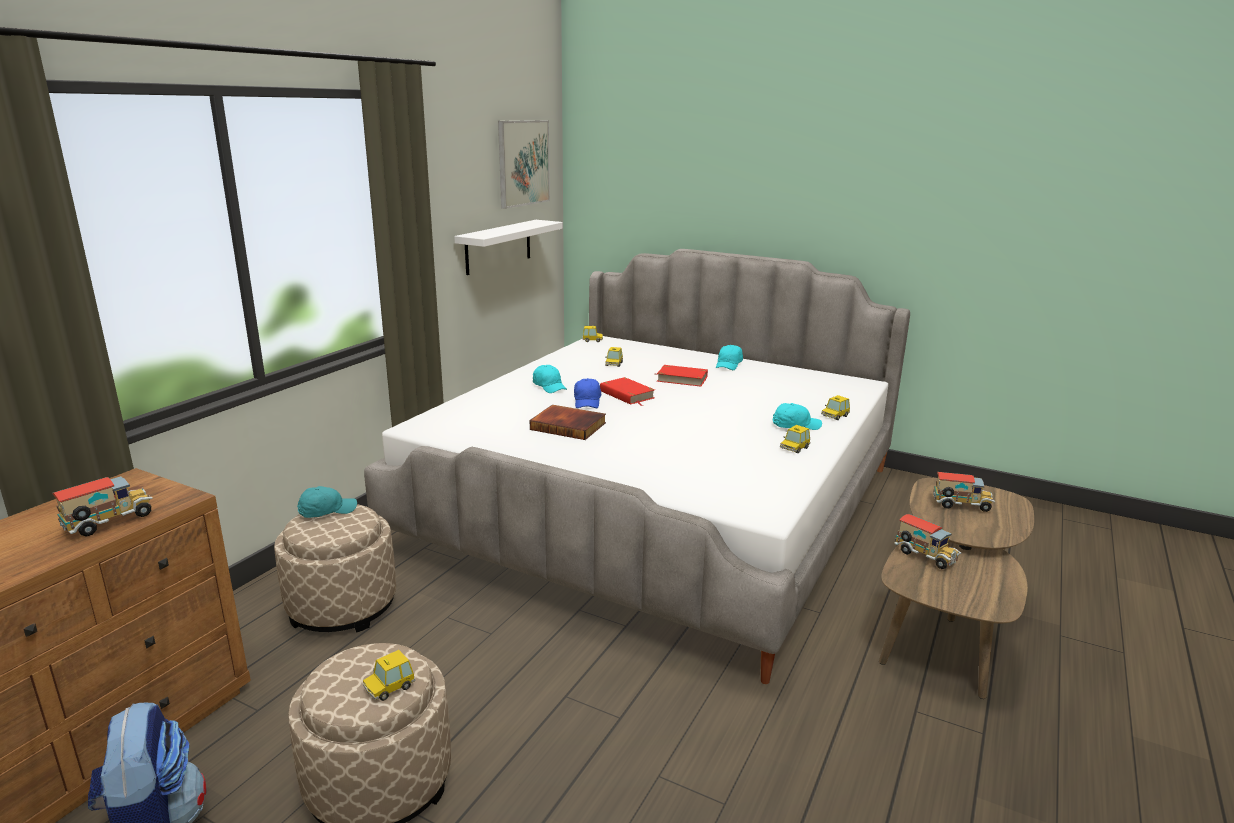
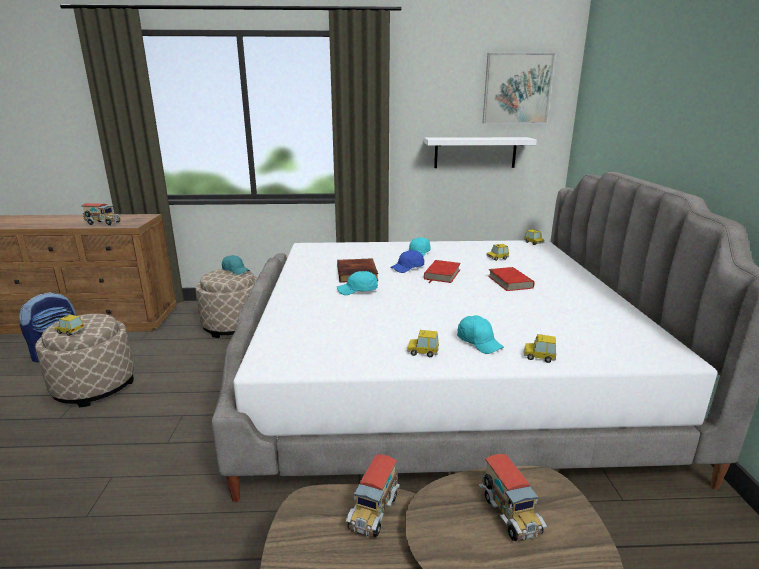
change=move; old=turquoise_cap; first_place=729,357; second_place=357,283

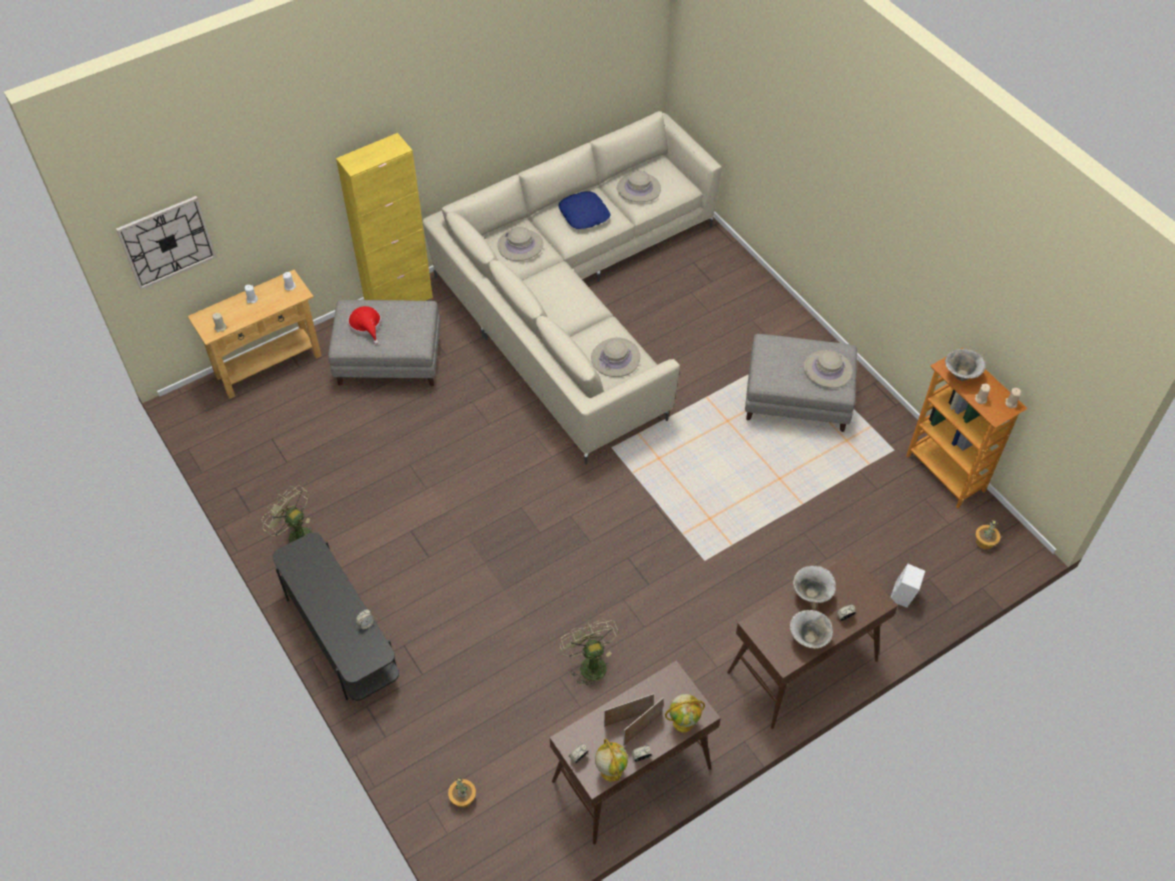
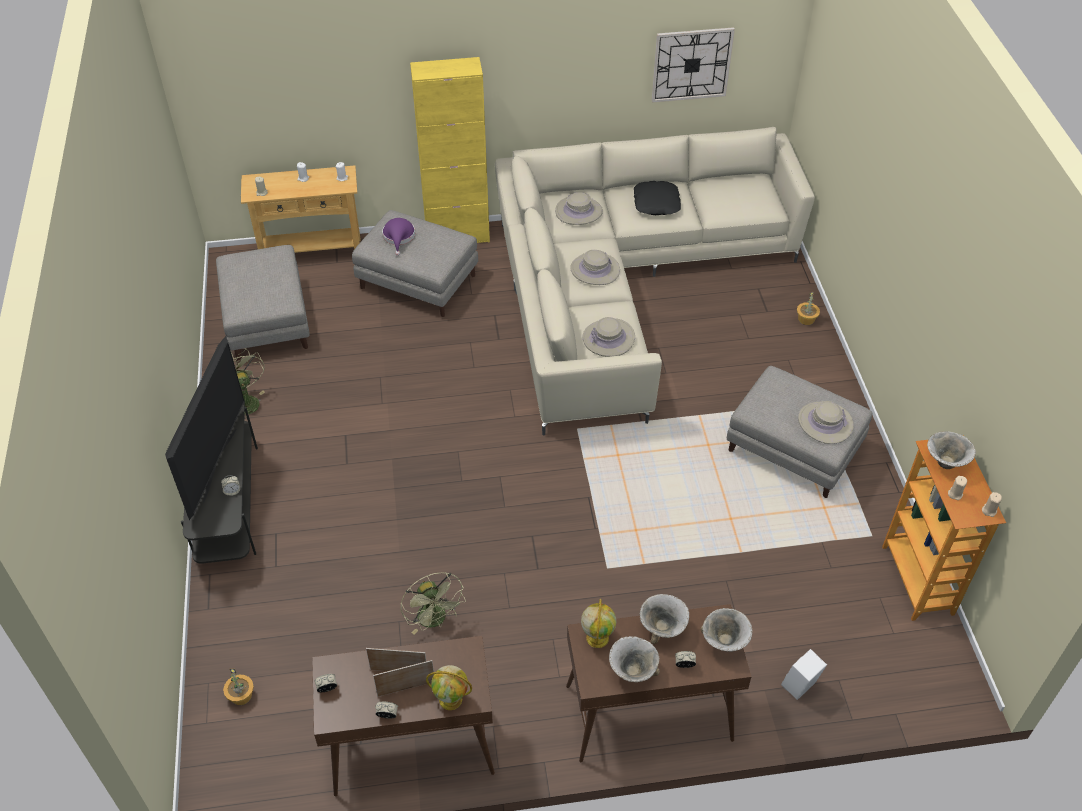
change=insert; new=television; second_place=204,428
change=insert; new=grey_ottoman; second_place=263,303
change=recolor; old=red_hat; new=purple_hat; first_place=364,325; second_place=398,237
change=rotate; old=green_fan; first_place=589,654; second_place=433,603; degrees=150
change=move; old=beige_hat; first_place=639,186; second_place=595,267
change=move; old=globe; first_place=611,760; second_place=598,623
change=recolor; old=blue_pillow; new=black_pillow; first_place=584,210; second_place=657,198
change=move; old=wall_clock; first_place=166,243; second_place=693,65
change=insert; new=bowl; second_place=726,630
change=move; old=potted_plant; first_place=988,534; second_place=808,308

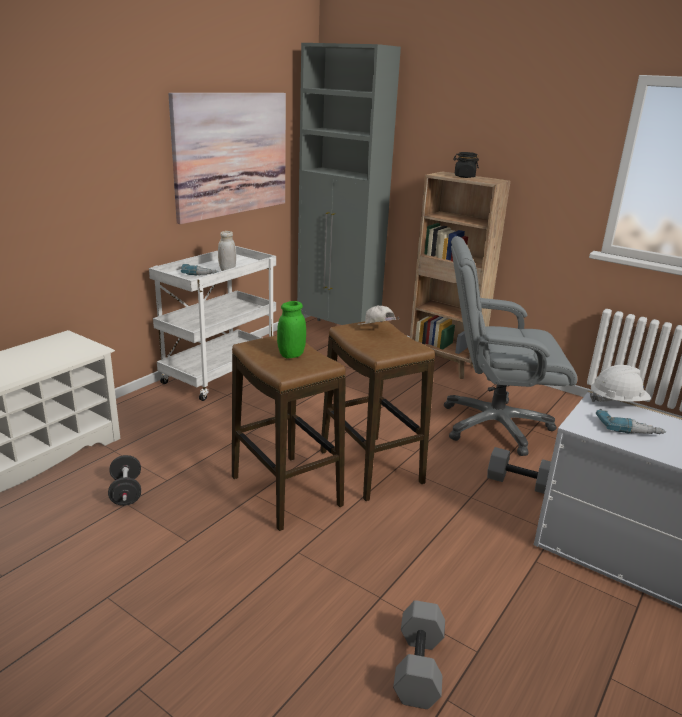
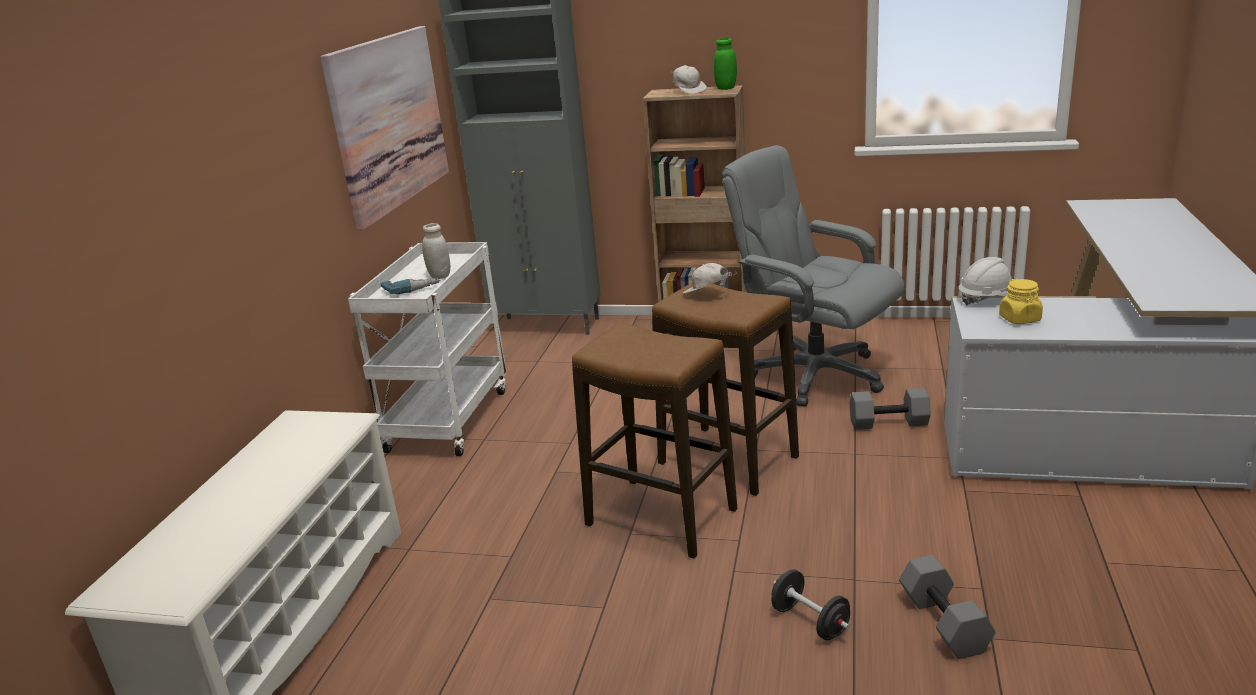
change=replace; old=black_jar; new=white_cap; first_place=466,165; second_place=689,79
change=move; old=green_jar; first_place=291,329; second_place=725,64
change=rotate; old=grey_office_chair; first_place=511,346; second_place=813,276; degrees=60
change=move; old=black_dumbbell; first_place=124,480; second_place=810,604
change=replace; old=power_drill; new=yellow_jar; first_place=631,421; second_place=1021,301

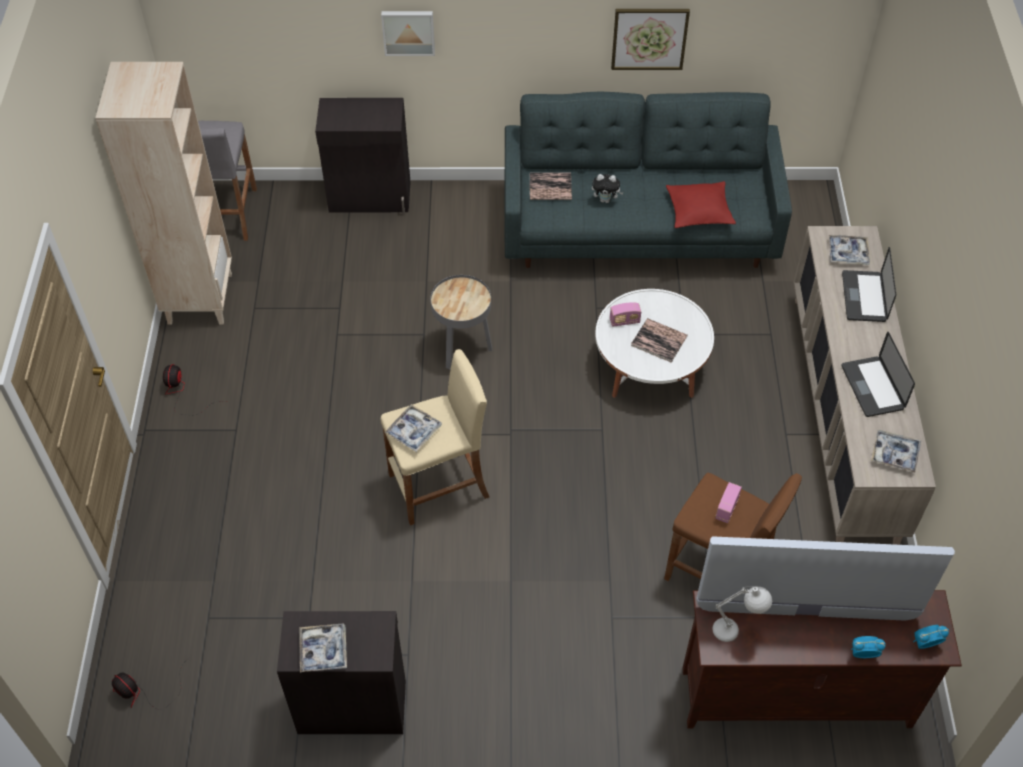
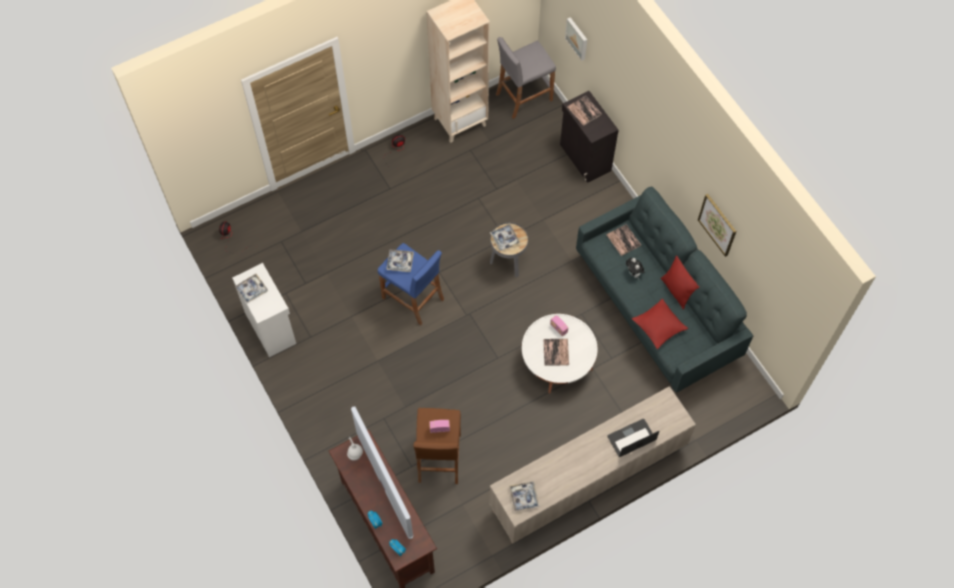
change=recolor; old=black_cabinet; new=white_cabinet; first_place=341,672; second_place=264,310
change=recolor; old=beige_stool; new=blue_stool; first_place=435,437; second_place=411,284
change=move; old=tray; first_place=849,250; second_place=505,237
change=move; old=picture; first_place=408,33; second_place=576,39
change=insert; new=book; second_place=584,111
change=insert; new=red_pillow; second_place=680,282
change=delete; old=laptop; first_place=878,374

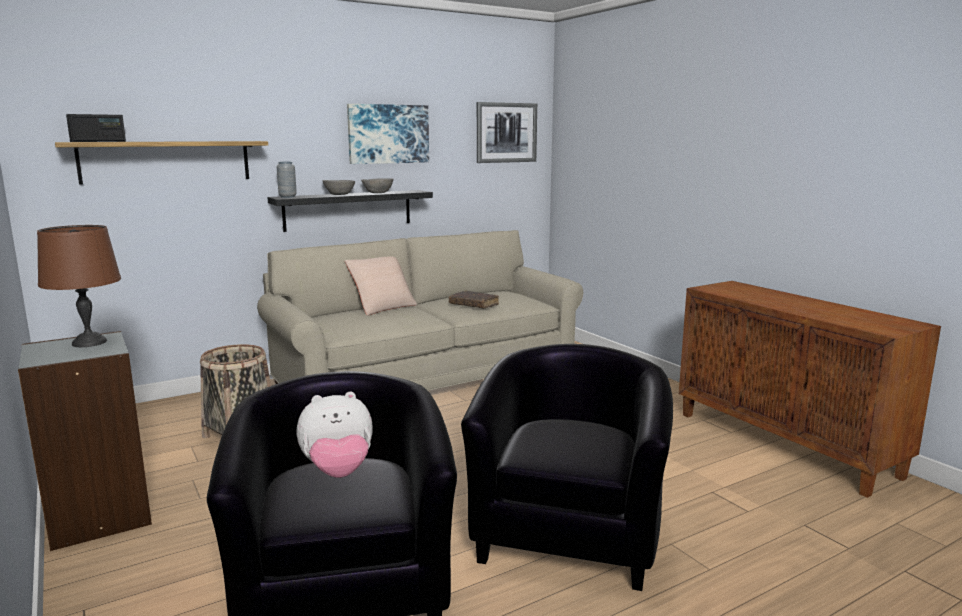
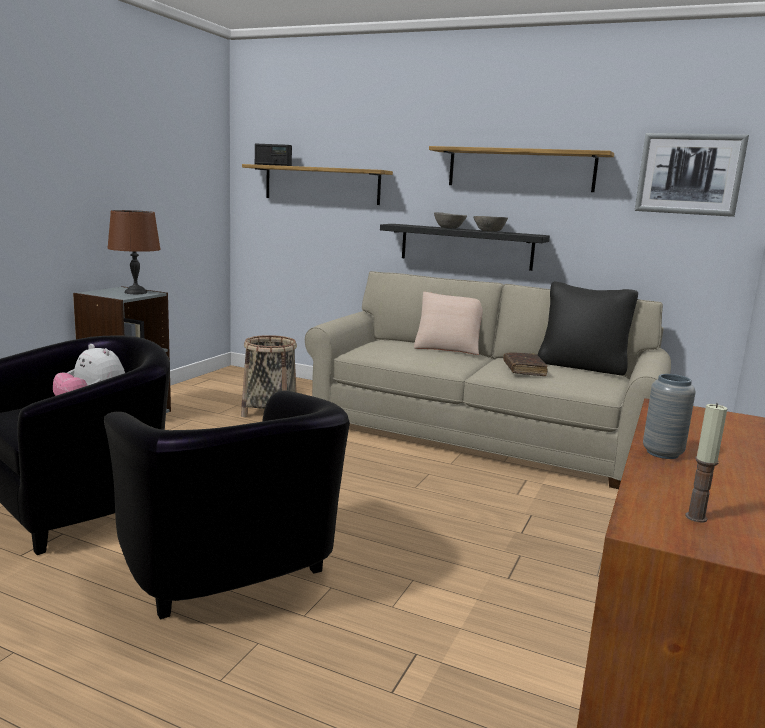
change=rotate; old=black_armchair; first_place=567,467; second_place=227,505; degrees=75
change=replace; old=picture; new=shelf; first_place=388,134; second_place=521,169
change=insert; new=black_pillow; second_place=588,328
change=move; old=grey_vase; first_place=287,180; second_place=669,416
change=insert; new=candle; second_place=706,463

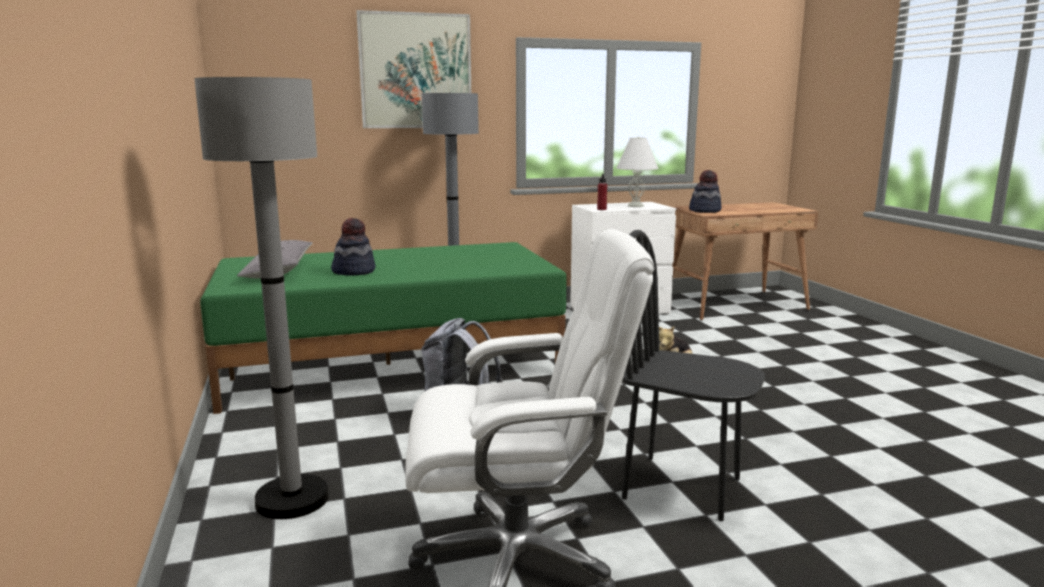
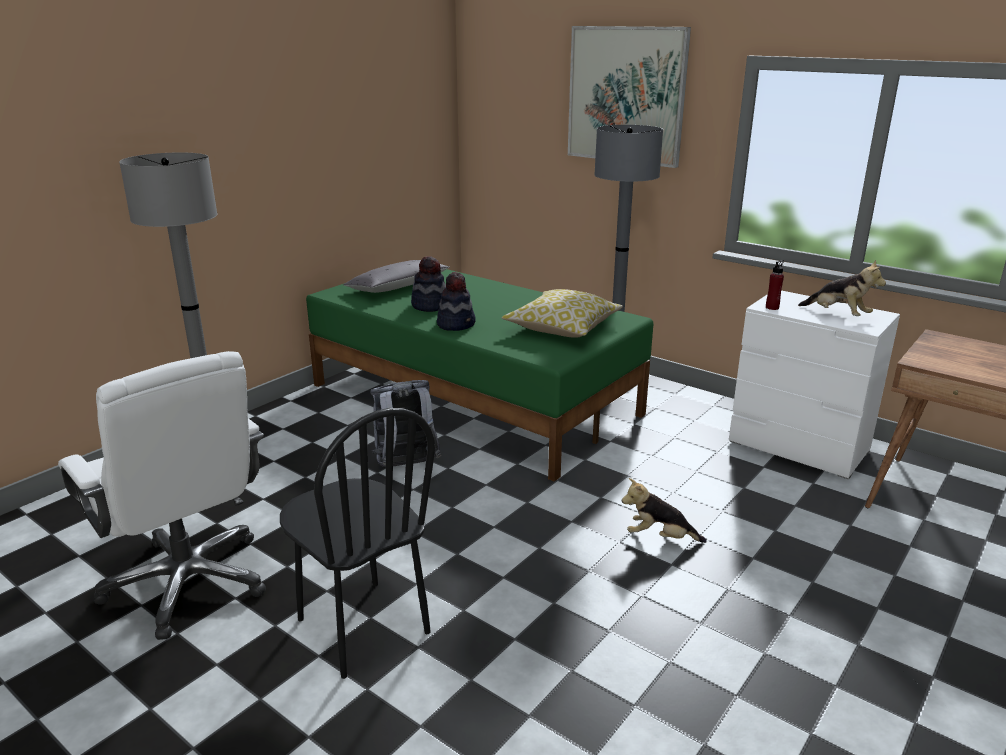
change=rotate; old=black_chair; first_place=693,375; second_place=357,543; degrees=150
change=move; old=hat; first_place=705,191; second_place=456,301
change=insert; new=pillow; second_place=562,313
change=replace; old=white_table_lamp; new=plush_toy; first_place=637,171; second_place=842,288

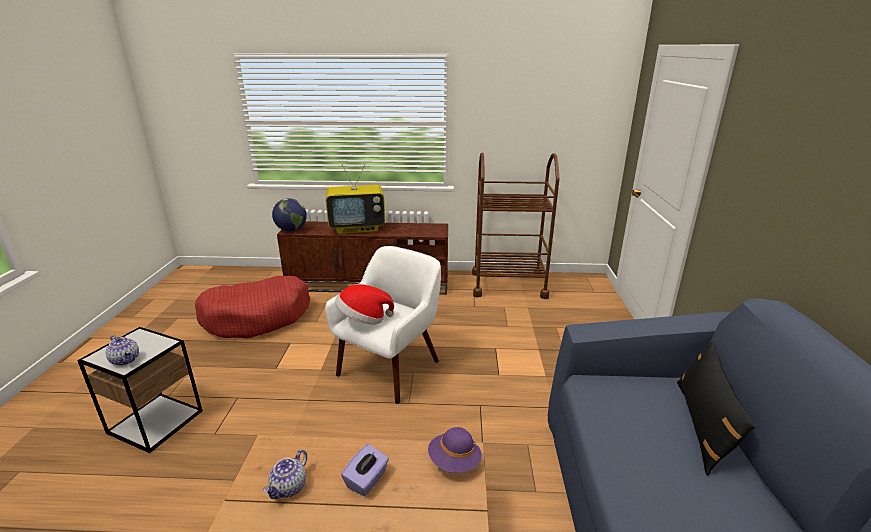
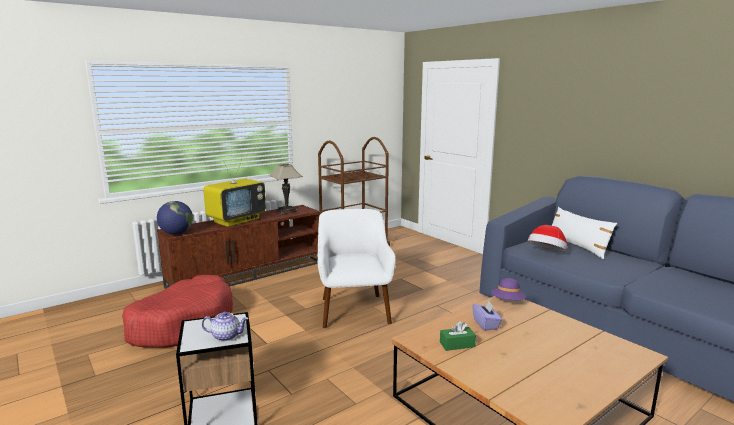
change=insert; new=table_lamp; second_place=286,189
change=replace; old=teapot; new=green_tissue_box; first_place=285,474; second_place=458,336
change=move; old=hat; first_place=364,304; second_place=547,238
change=recolor; old=black_pillow; new=white_pillow; first_place=716,409; second_place=584,233

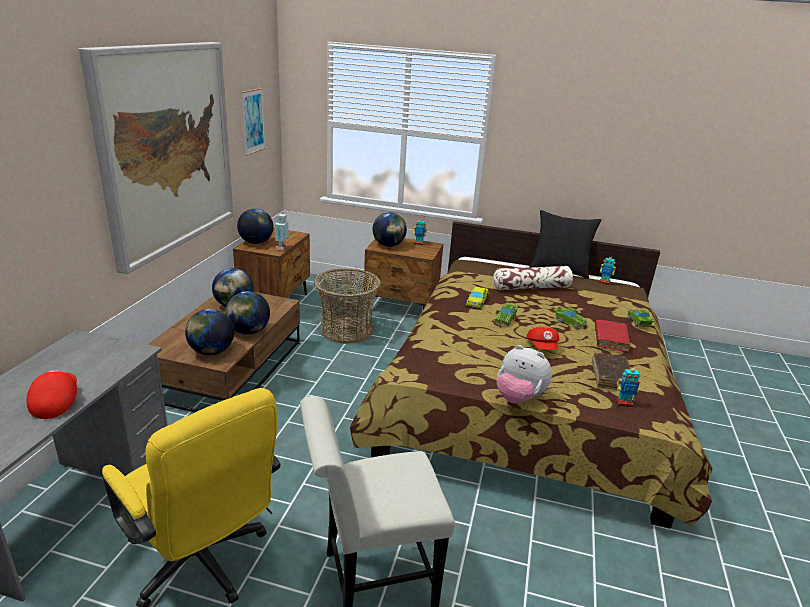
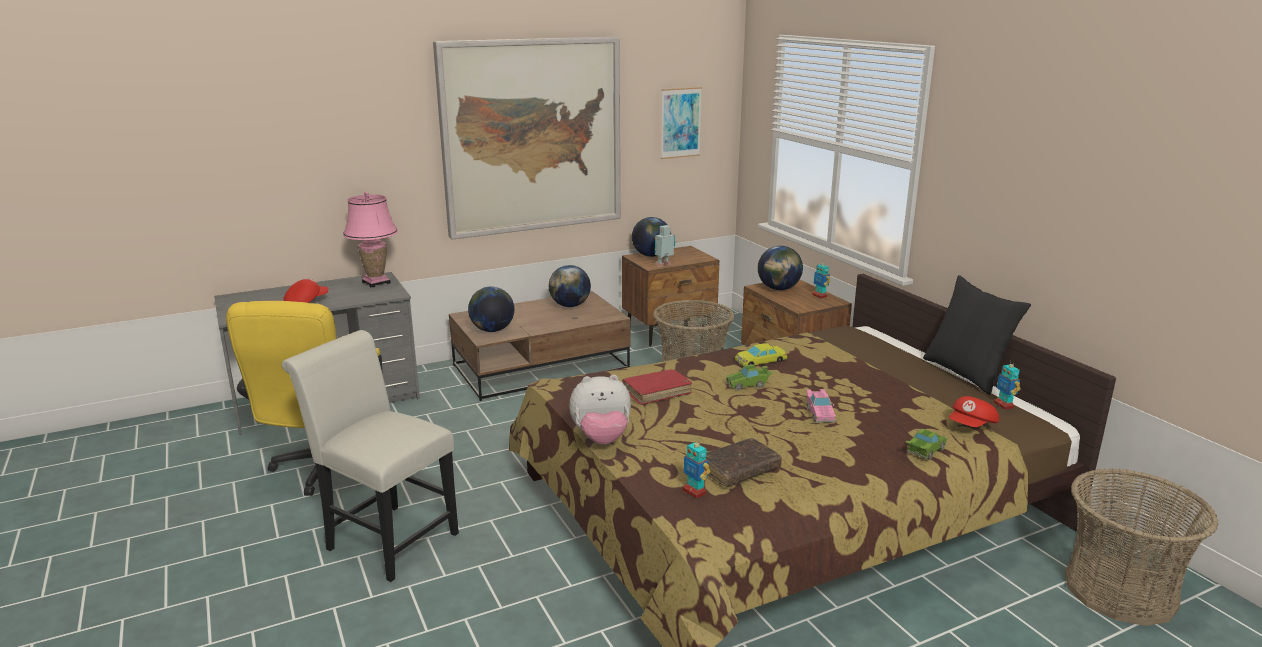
change=insert; new=pink_table_lamp; second_place=370,240
change=rotate; old=plush_toy; first_place=524,374; second_place=600,410; degrees=-90
change=move; old=red_book; first_place=612,336; second_place=657,387
change=recolor; old=green_toy_car; new=pink_toy_car; first_place=570,317; second_place=821,405
change=move; old=red_cap; first_place=543,338; second_place=973,411
change=insert; new=basket; second_place=1142,547
change=delete; old=globe; first_place=247,313
change=delete; old=pillow; first_place=533,278

